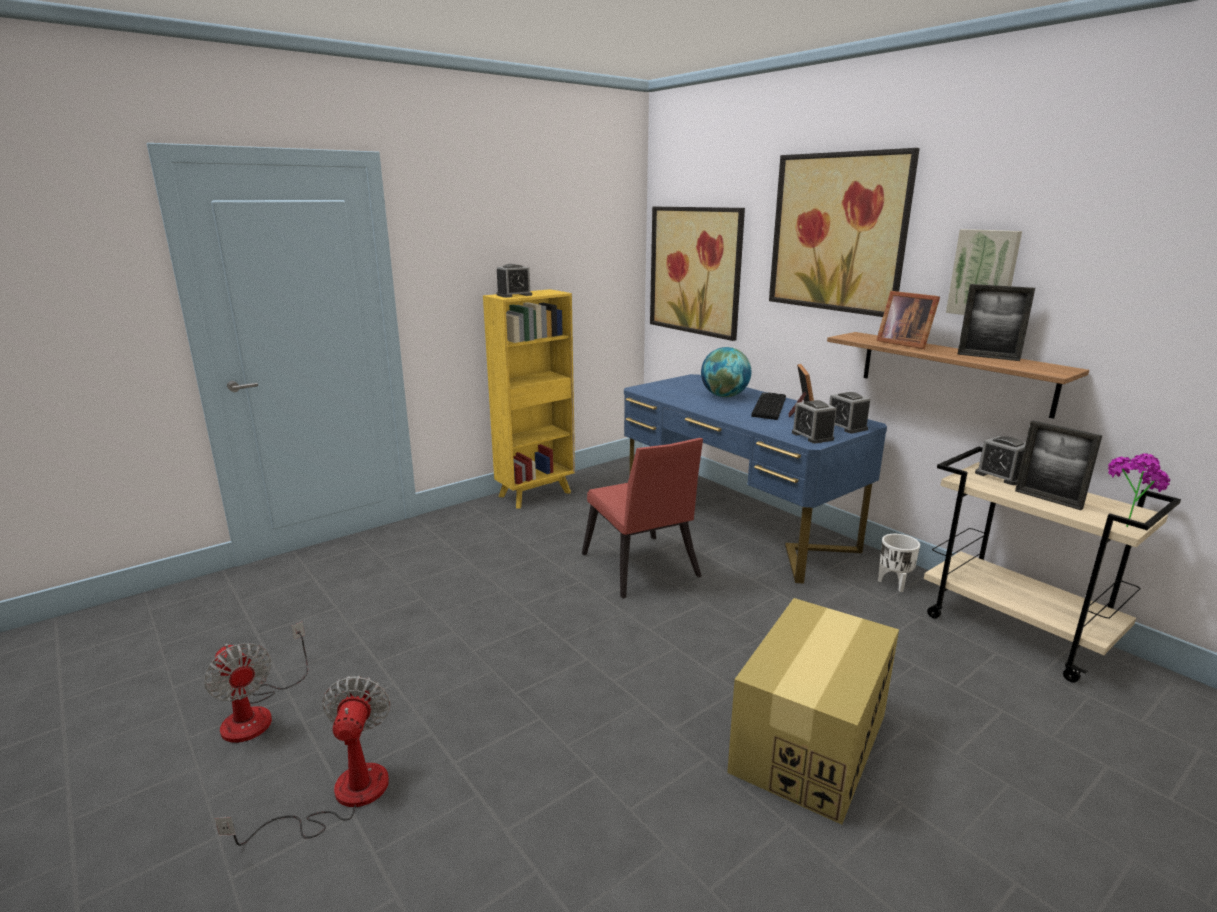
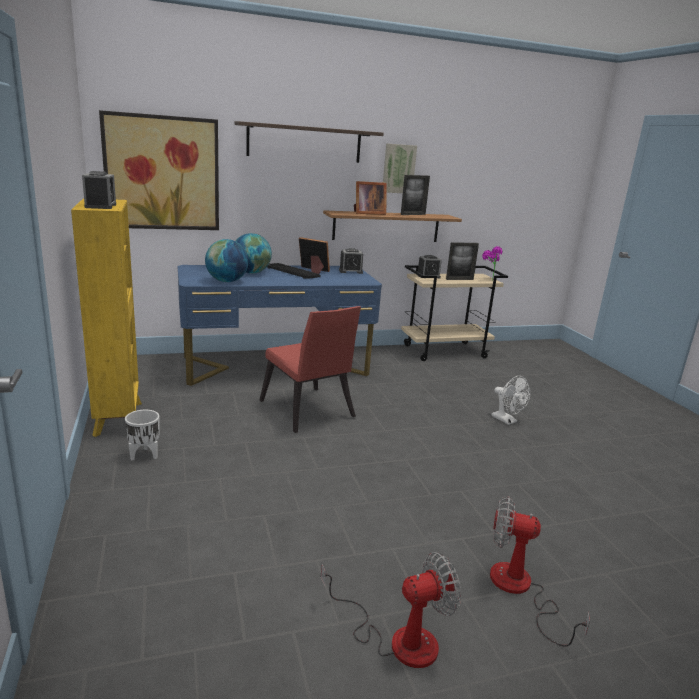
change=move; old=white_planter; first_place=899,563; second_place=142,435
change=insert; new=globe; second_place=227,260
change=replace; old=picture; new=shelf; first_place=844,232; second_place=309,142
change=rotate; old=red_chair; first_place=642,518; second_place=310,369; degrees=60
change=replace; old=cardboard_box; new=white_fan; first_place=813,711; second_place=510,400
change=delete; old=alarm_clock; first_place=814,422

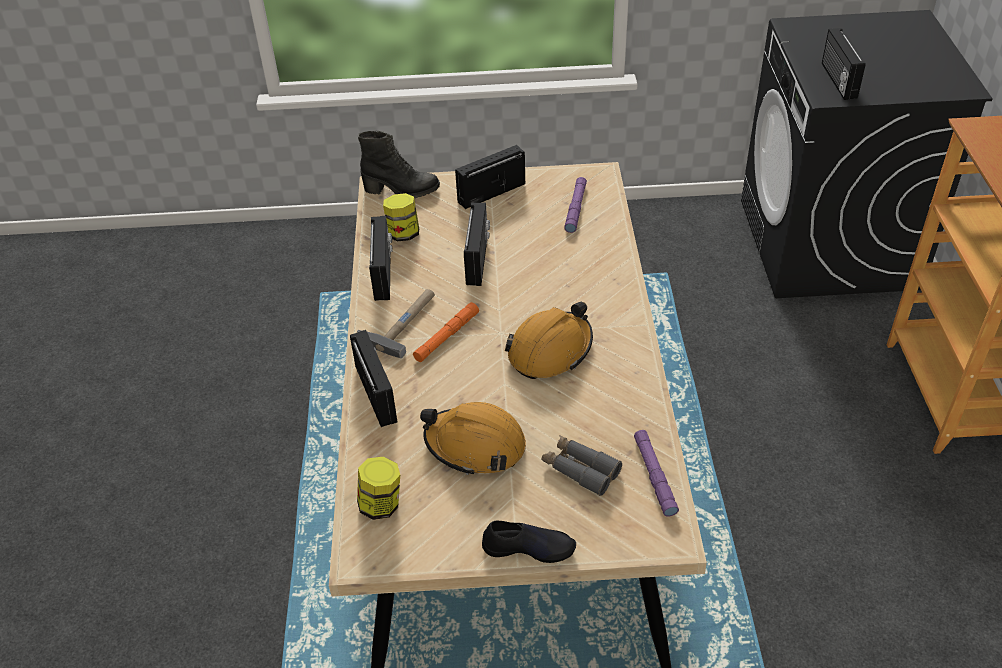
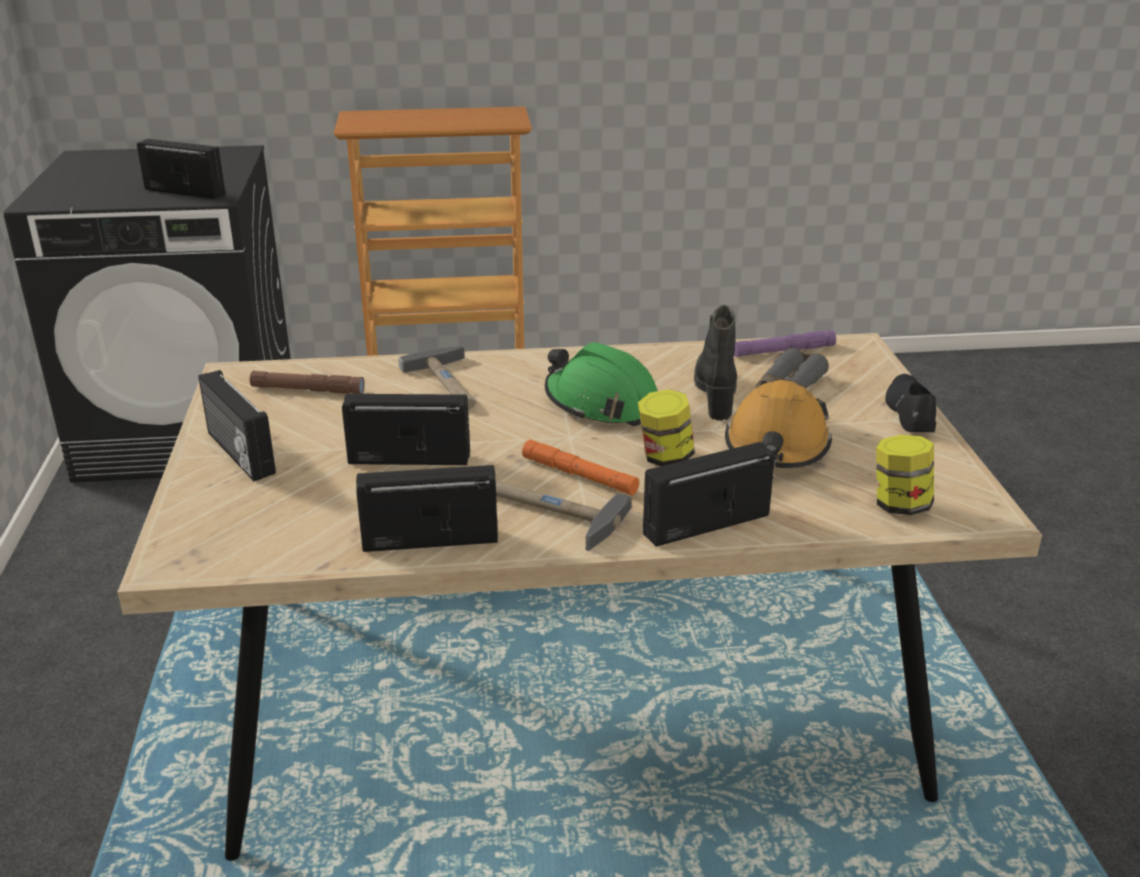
change=rotate; old=radio; first_place=844,64; second_place=181,169; degrees=-150
change=recolor; old=purple_flashlight; new=brown_flashlight; first_place=575,205; second_place=307,382
change=insert; new=hammer; second_place=437,377
change=recolor; old=orange_hard_hat; new=green_hard_hat; first_place=549,340; second_place=601,384
change=move; old=jar; first_place=401,217; second_place=666,427
change=move; old=black_boot; first_place=399,164; second_place=715,363

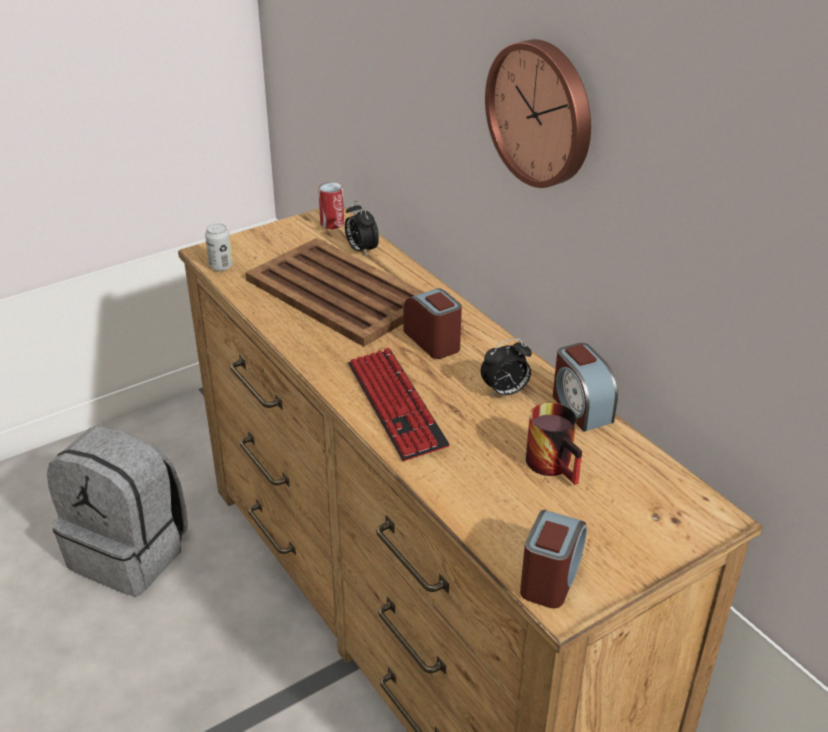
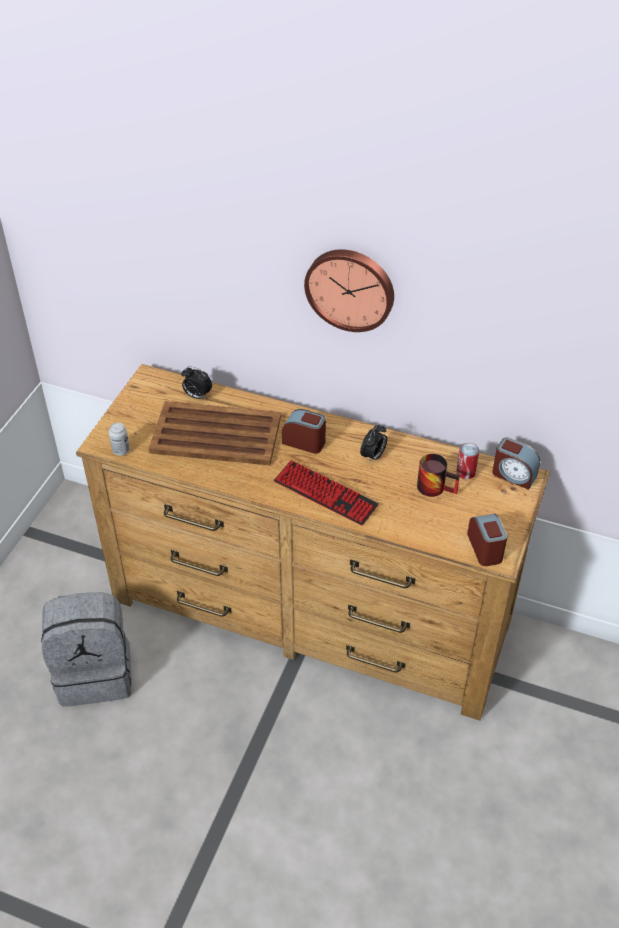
change=move; old=can; first_place=331,205; second_place=468,461
change=move; old=alarm_clock; first_place=585,387; second_place=516,463

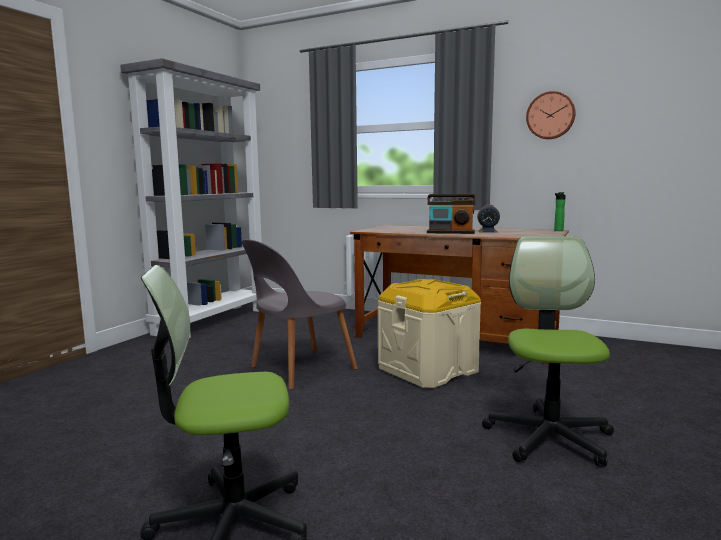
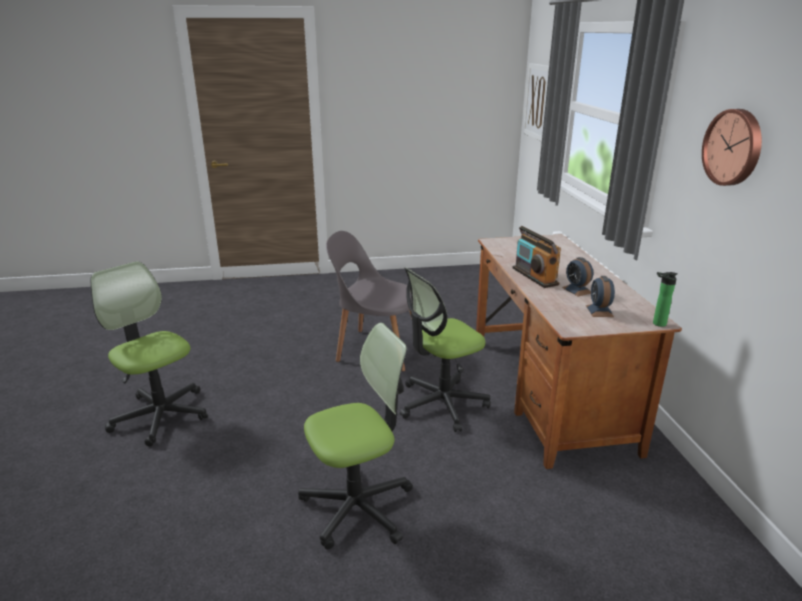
change=replace; old=beige_storage_box; new=office_chair; first_place=429,333; second_place=445,350
change=insert; new=picture; second_place=536,102
change=insert; new=alarm_clock; second_place=600,296
change=delete; old=grey_bookcase; first_place=191,198

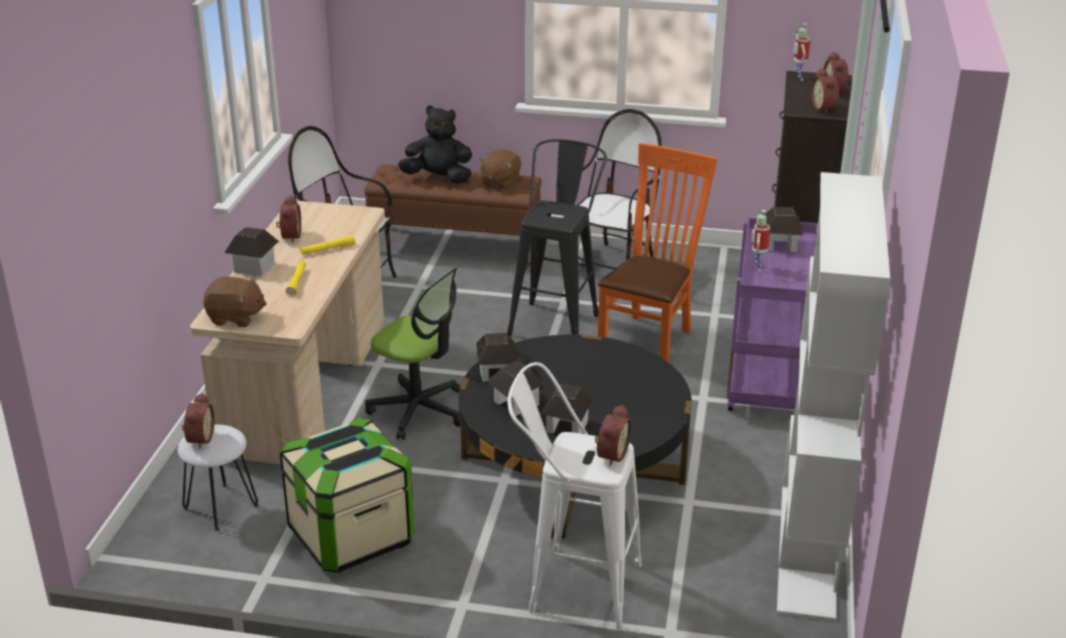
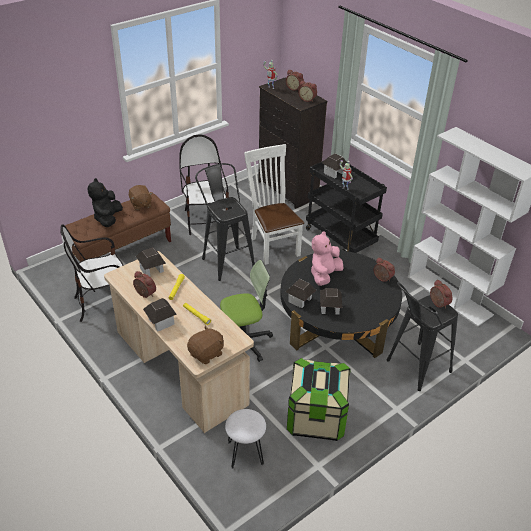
change=rotate; old=black_plush_toy; first_place=435,144; second_place=105,202; degrees=-45
change=move; old=toy_house; first_place=567,409; second_place=151,261
change=recolor; old=orange_chair; new=white_chair; first_place=657,252; second_place=274,204
change=recolor; old=purple_cart; new=black_cart; first_place=772,314; second_place=346,207
change=insert; new=pink_plush_toy; second_place=327,258
change=move; old=alarm_clock; first_place=198,421; second_place=384,270
change=recolor; old=white_stool; new=black_stool; first_place=574,495; second_place=422,336

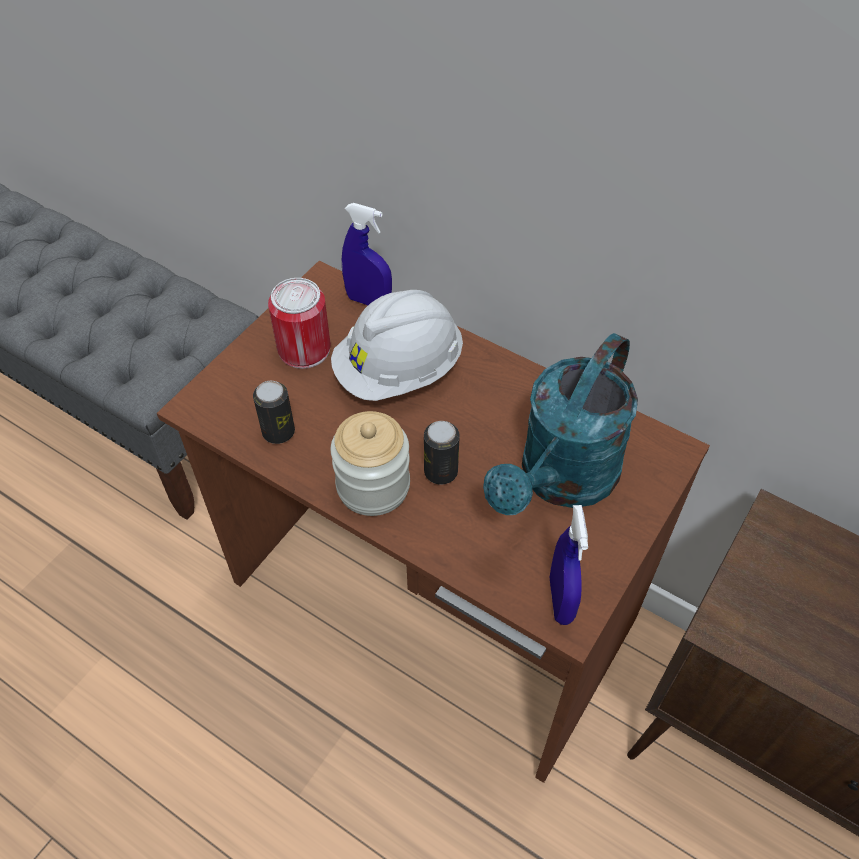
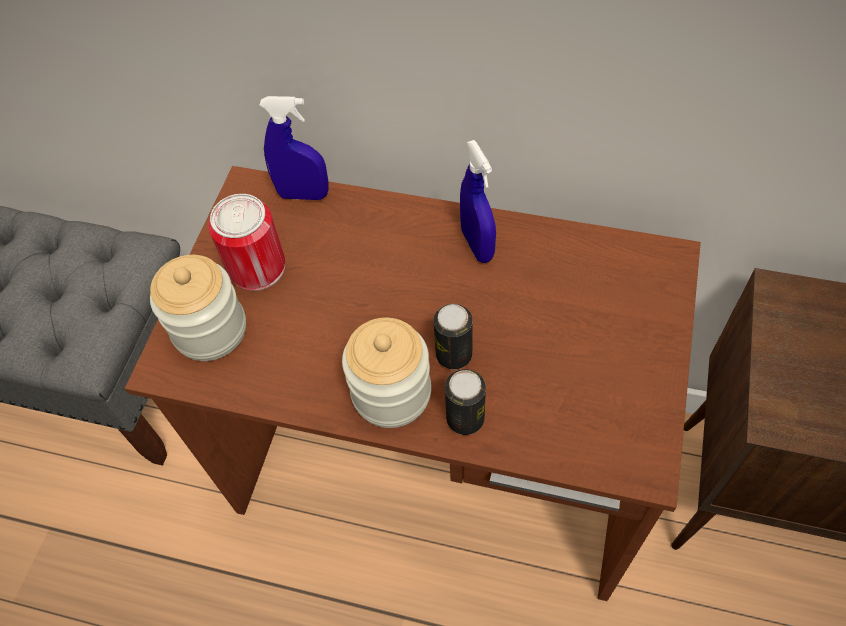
change=insert; new=jar; second_place=198,308
change=move; old=can; first_place=274,412; second_place=465,402
change=move; old=blue_spray_bottle; first_place=569,565; second_place=478,201
change=delete; old=white_hard_hat; first_place=397,345
change=delete; old=turquoise_watering_can; first_place=560,424

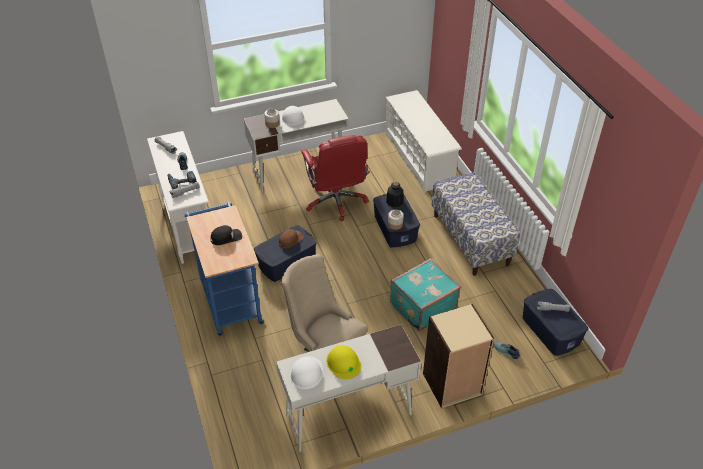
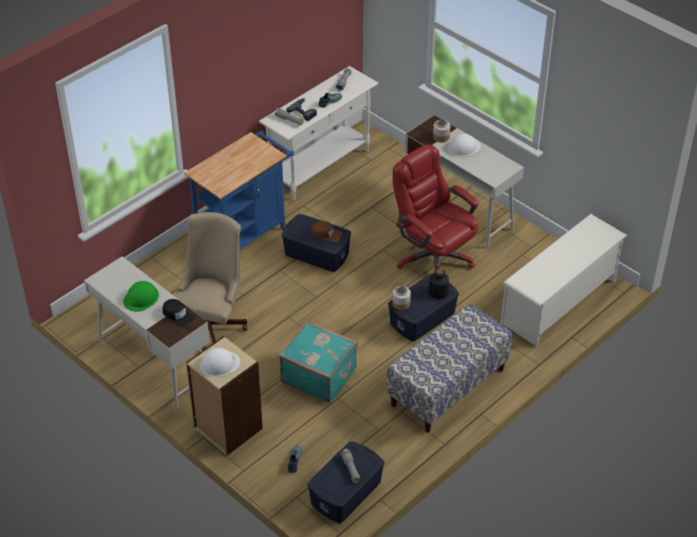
change=recolor; old=yellow_hard_hat; new=green_hard_hat; first_place=343,362; second_place=141,296
change=move; old=black_cap; first_place=226,235; second_place=178,313
change=move; old=white_hard_hat; first_place=306,373; second_place=220,362
change=rotate; old=red_office_chair; first_place=335,178; second_place=436,207; degrees=90

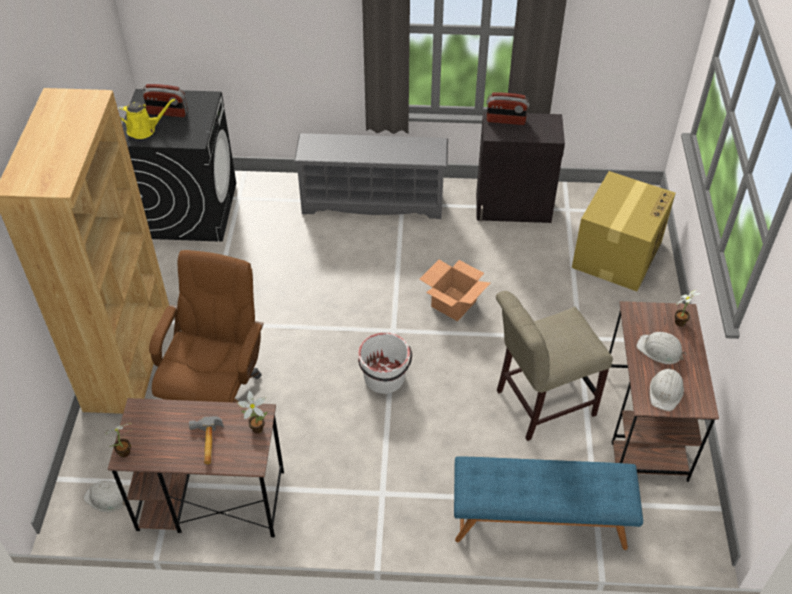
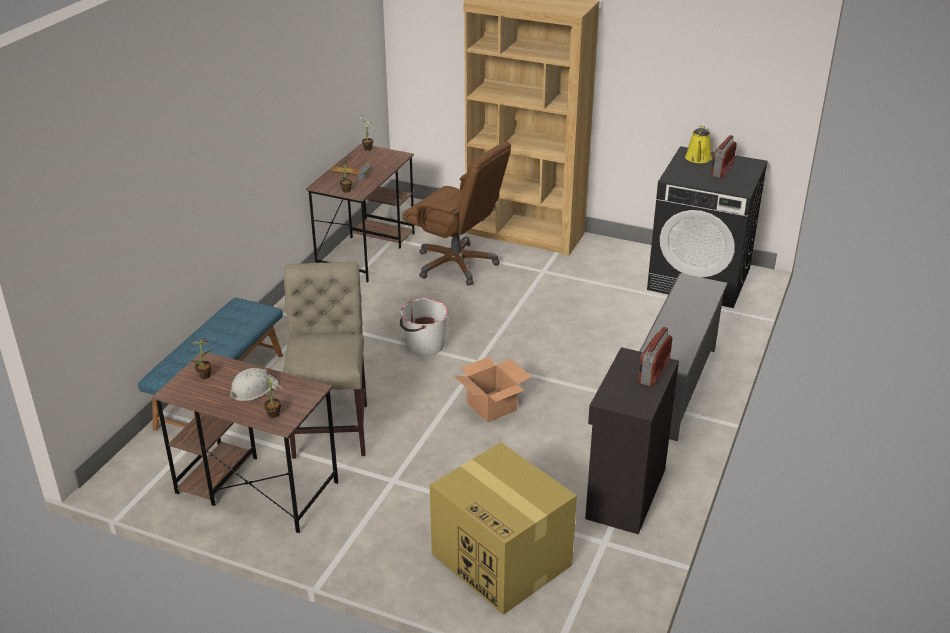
change=replace; old=white_hard_hat; new=potted_plant; first_place=667,389; second_place=200,358

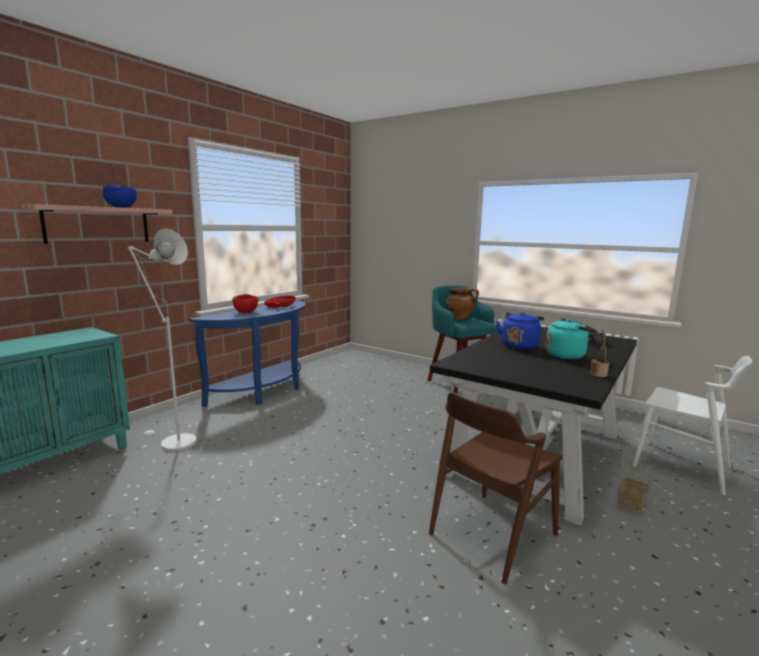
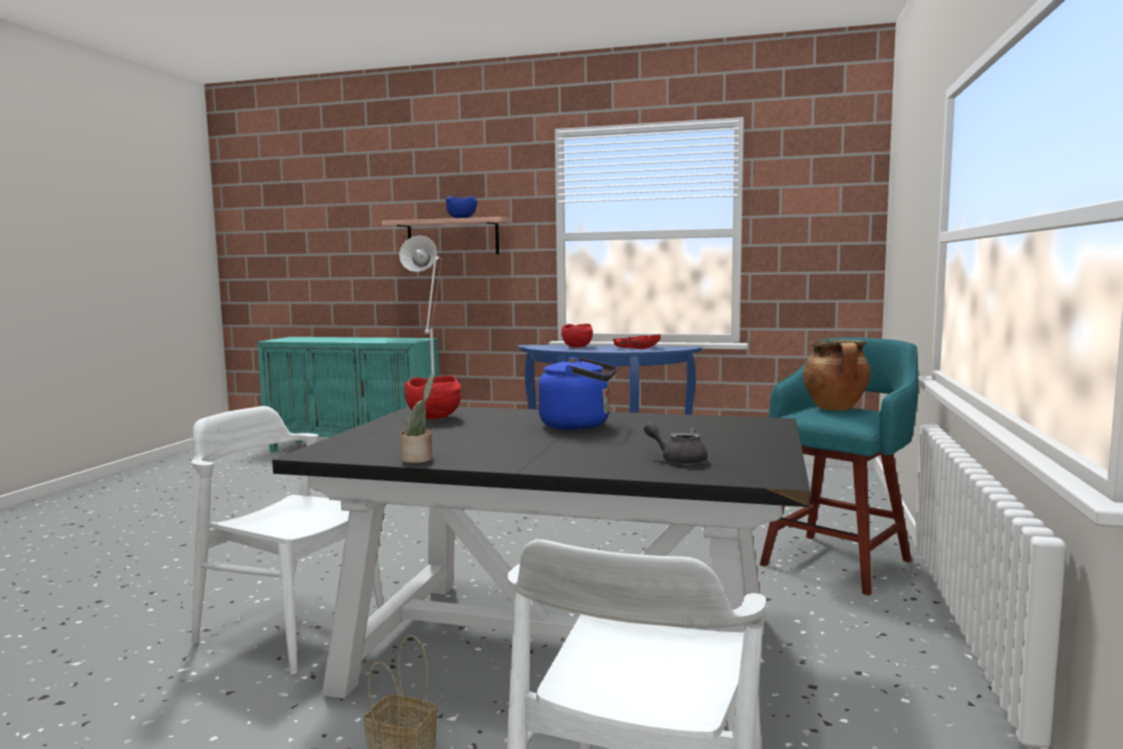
change=recolor; old=brown_chair; new=white_chair; first_place=496,488; second_place=287,540
change=insert; new=red_bowl; second_place=432,397
change=delete; old=turquoise_kettle; first_place=572,338

